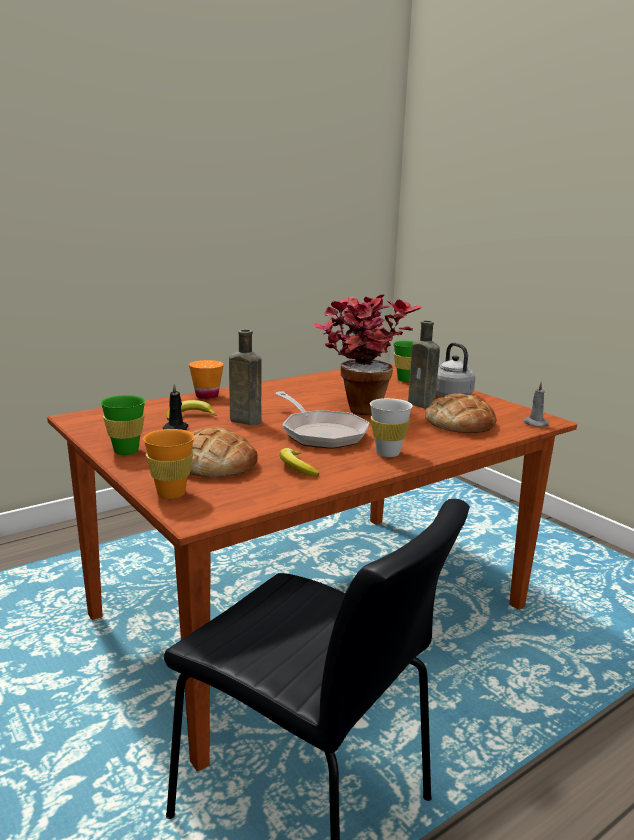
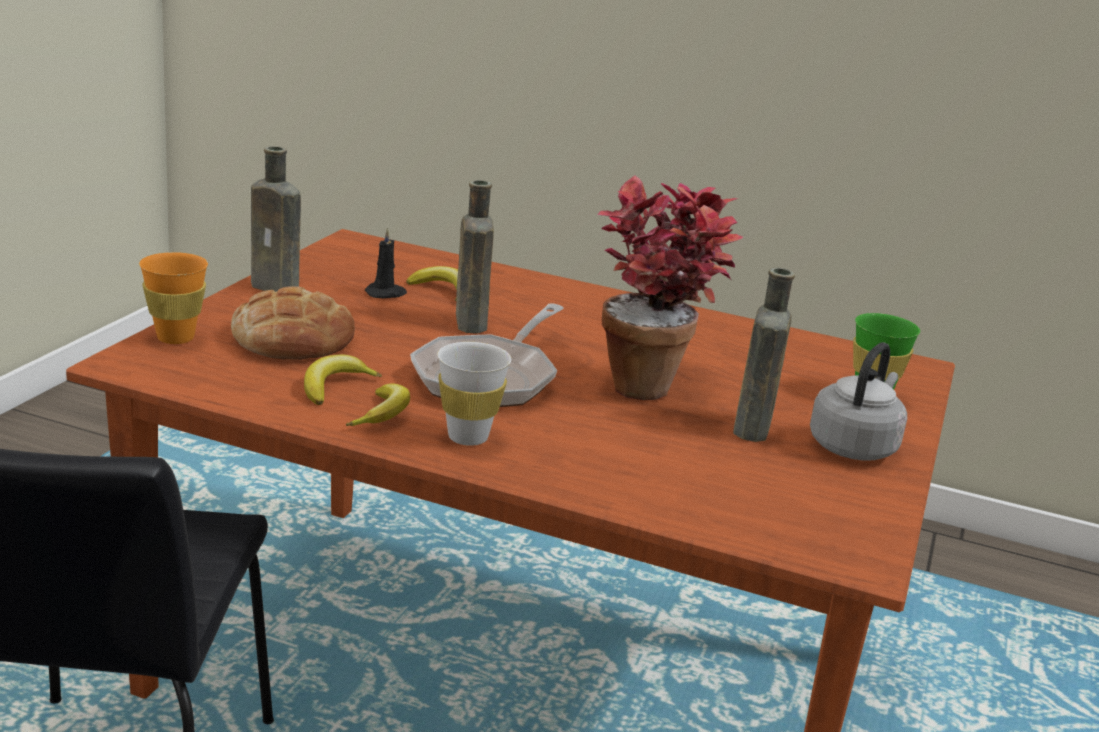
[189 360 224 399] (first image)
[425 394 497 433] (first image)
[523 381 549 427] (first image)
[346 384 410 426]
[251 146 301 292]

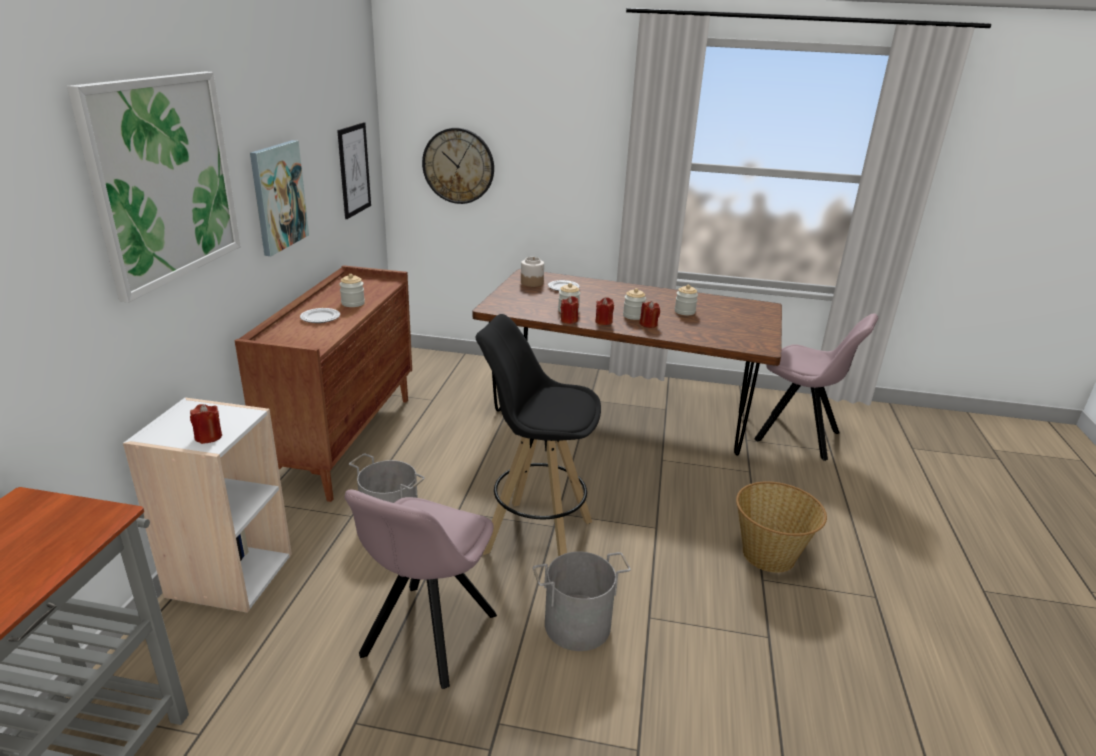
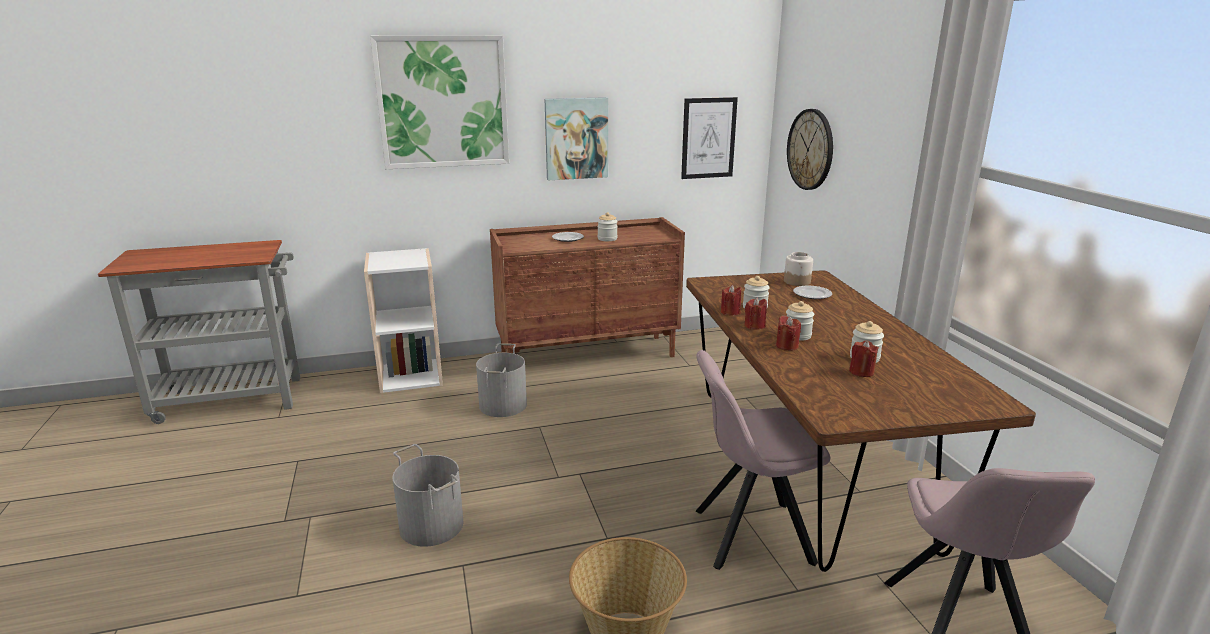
[476 314 601 556] (first image)
[849 340 879 377]
[696 350 830 570]

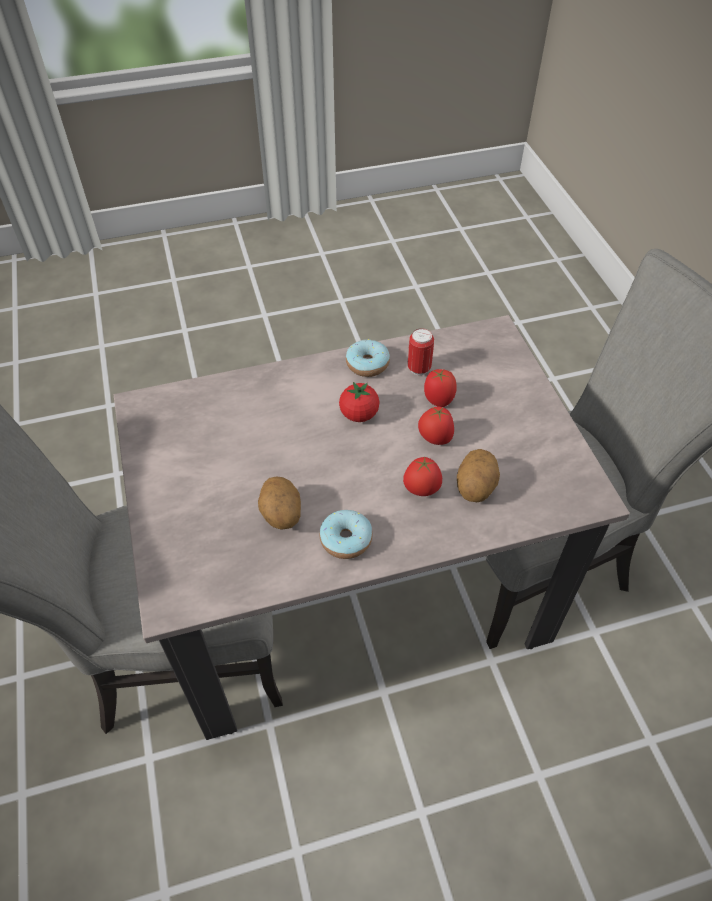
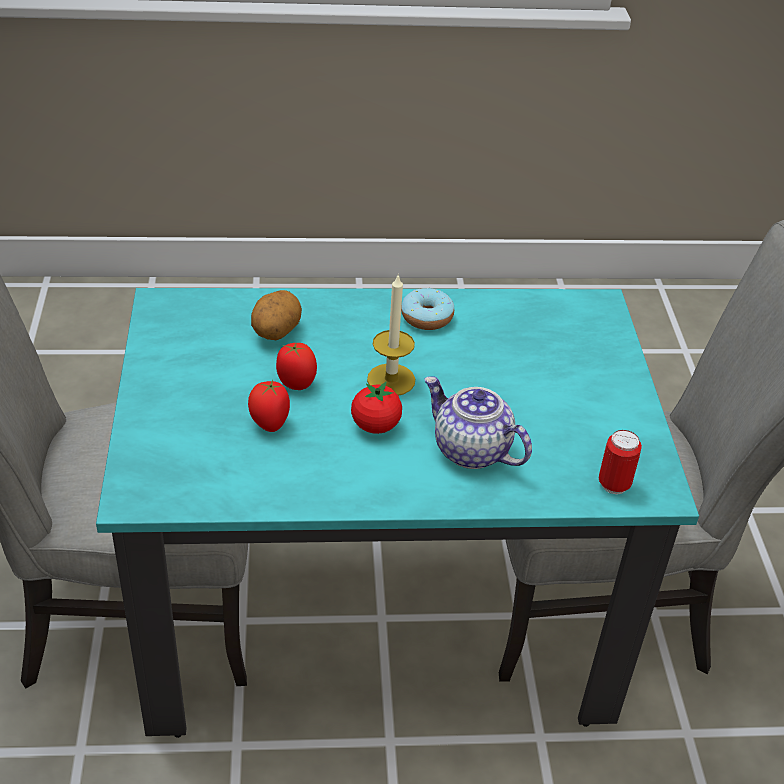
[258 476 301 530] (first image)
[346 339 390 377] (first image)
[403 457 442 496] (first image)
[367 275 415 396]
[424 376 532 469]
[599 430 642 494]
[96 288 699 738]

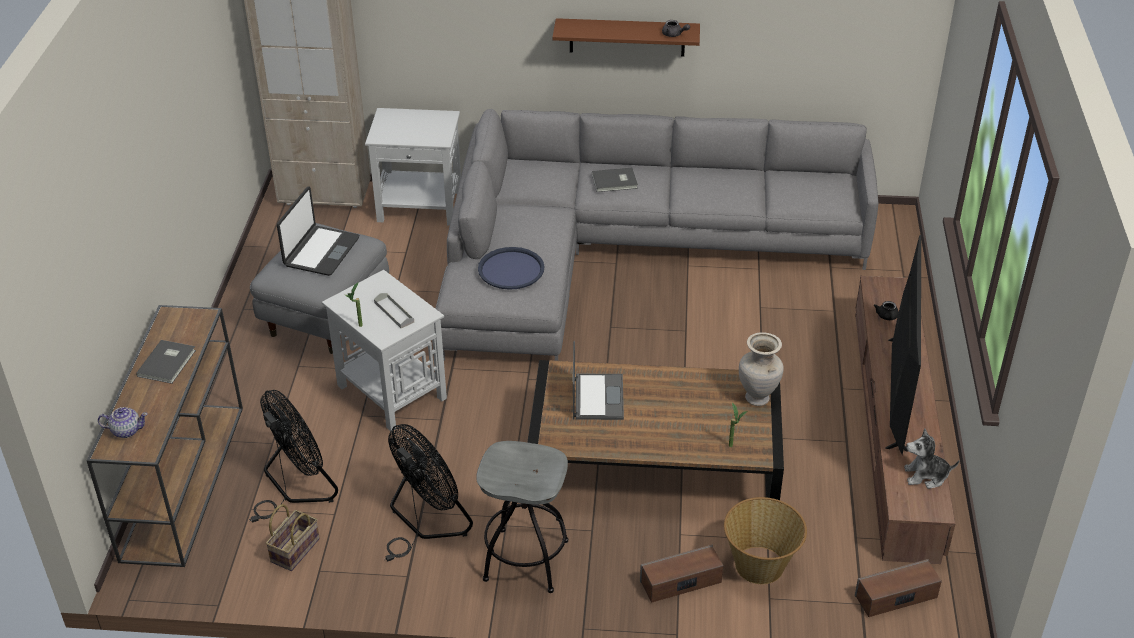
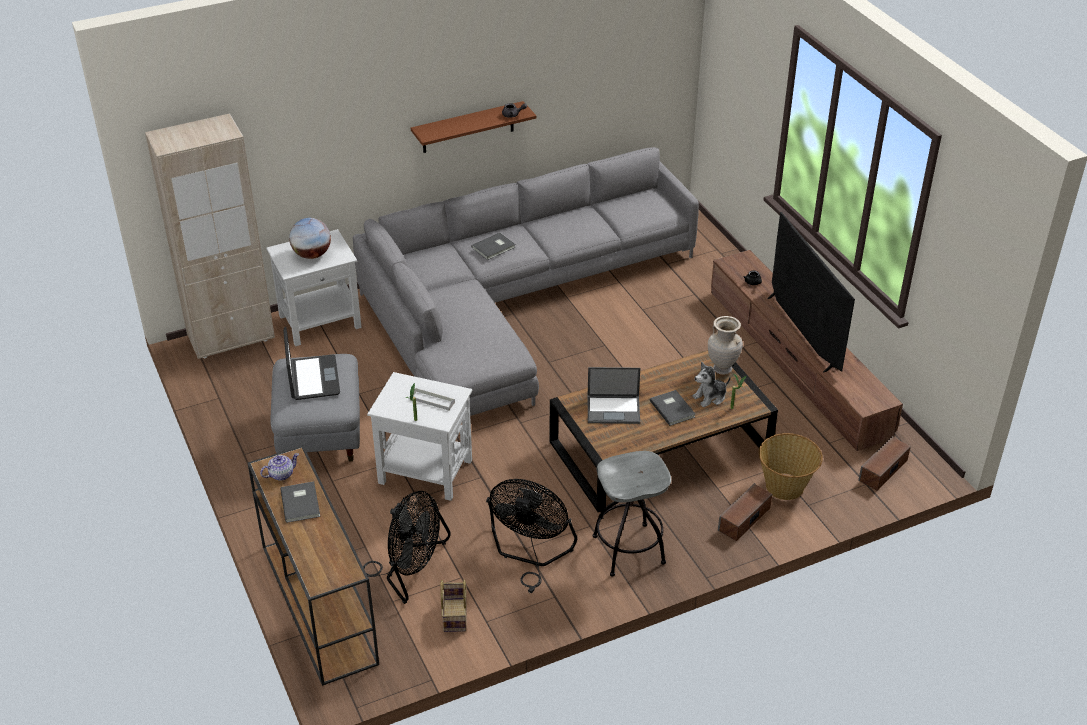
[478 247 544 290] (first image)
[289 218 331 259]
[650 390 695 426]
[260 453 299 481]
[692 362 731 407]
[363 491 451 604]
[587 367 640 424]

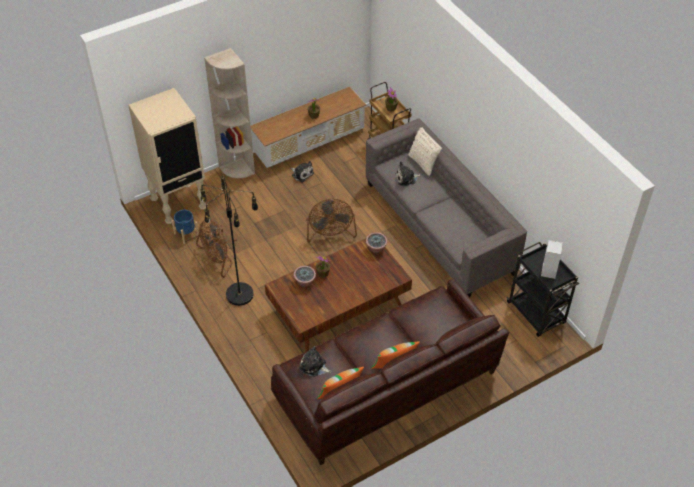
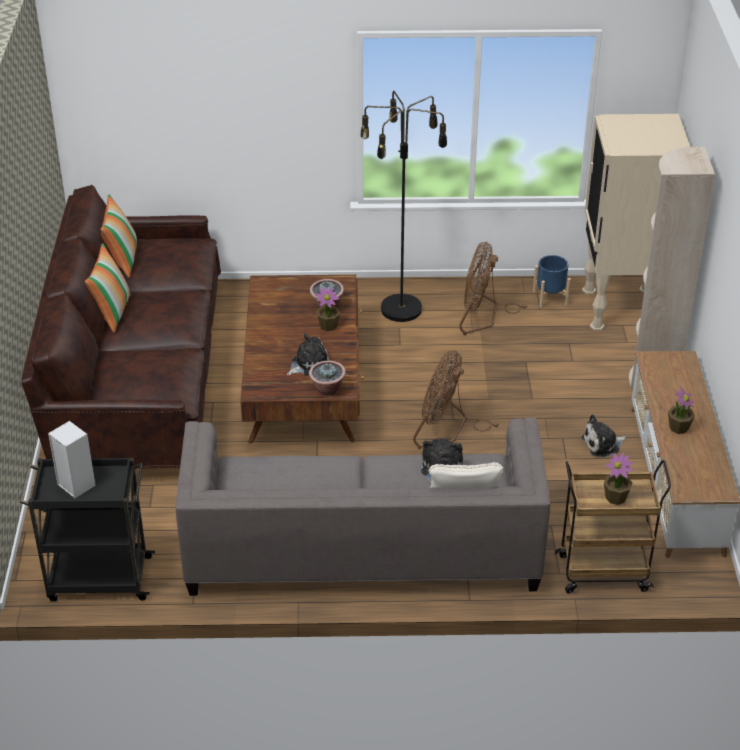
[287 333 329 376]
[459 241 528 335]

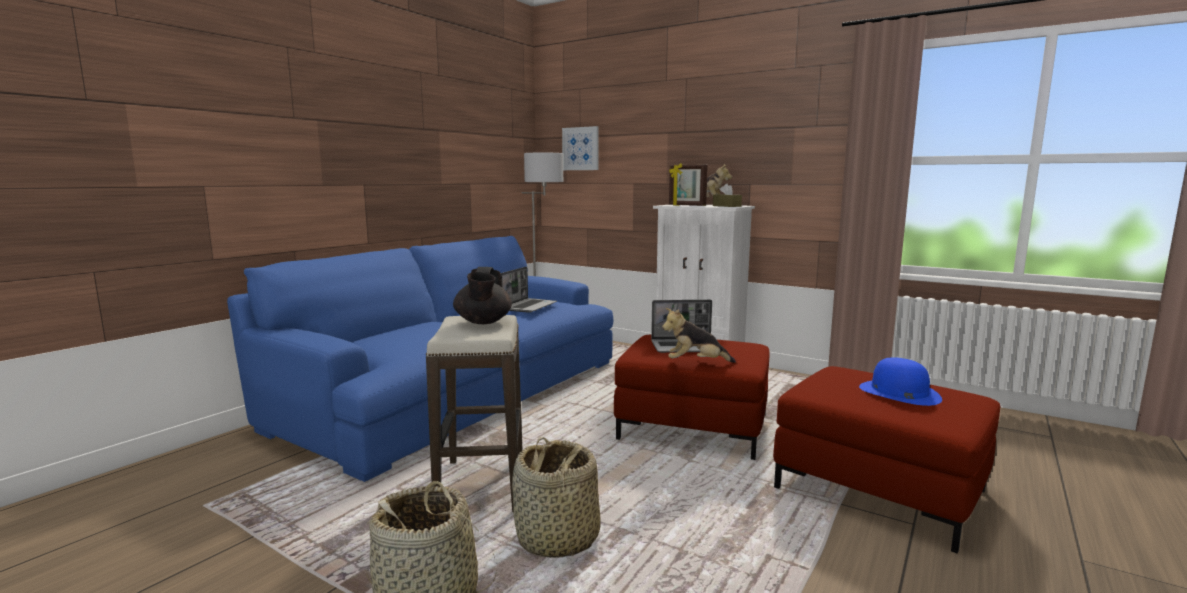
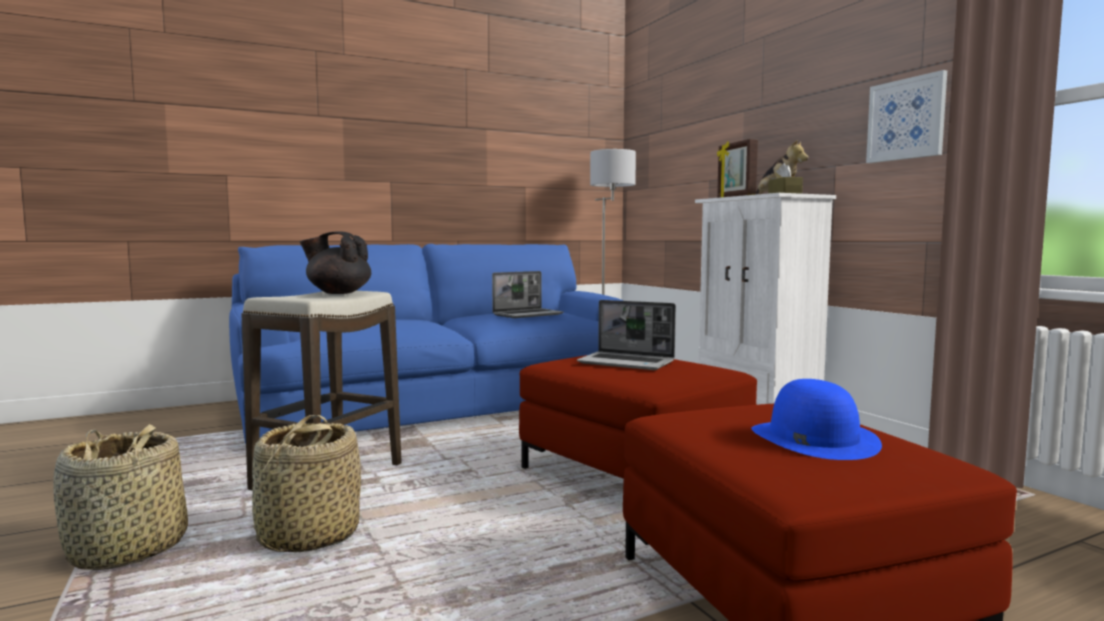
[662 308 736 363] (first image)
[866 70 947 163]
[300 231 371 294]

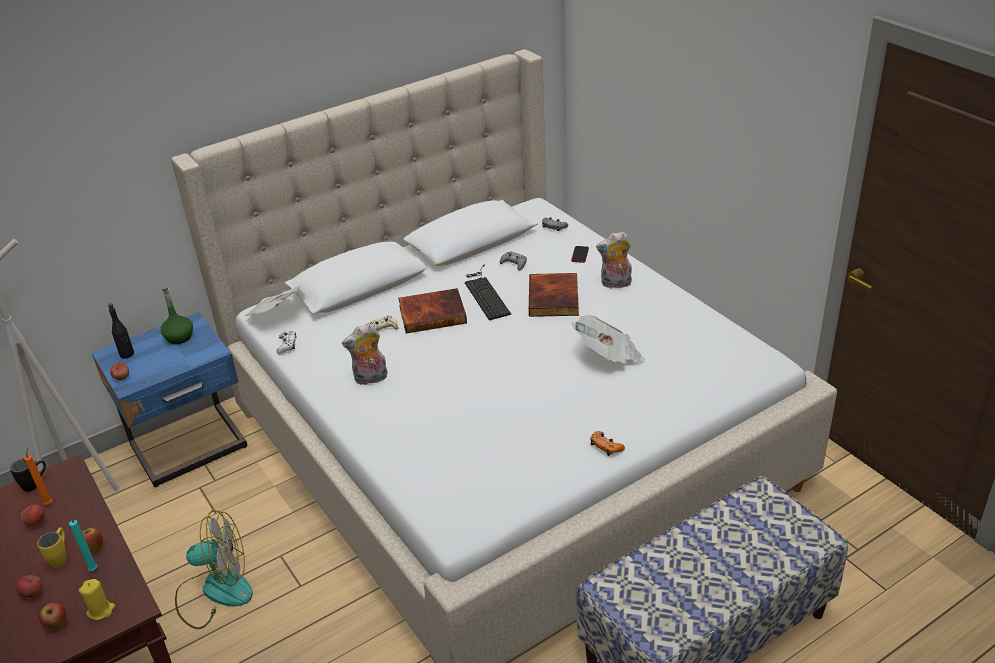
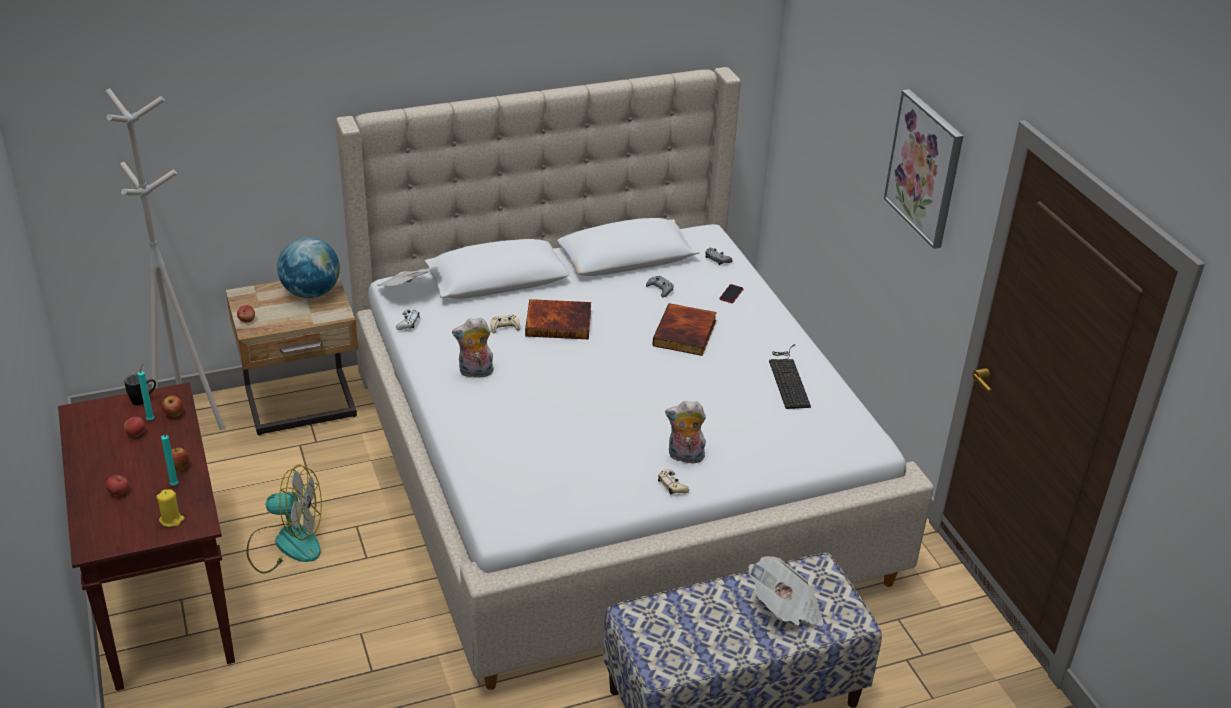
[37 527 67 568] (first image)
[108 303 134 359] (first image)
[884 89 963 249]
[161 395 183 417]
[769 344 811 409]
[748 556 824 626]
[665 401 706 464]
[277 237 340 298]
[138 364 154 420]
[226 277 358 435]
[658 469 689 495]

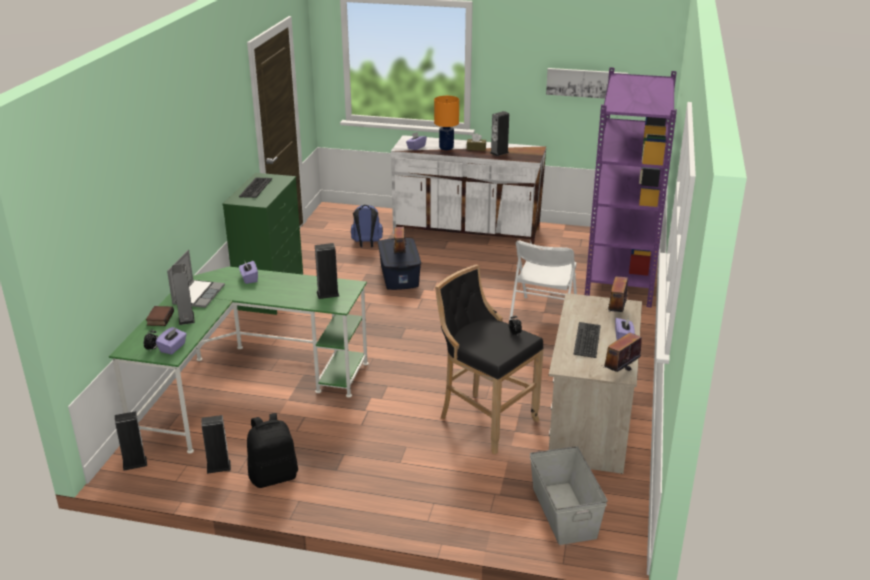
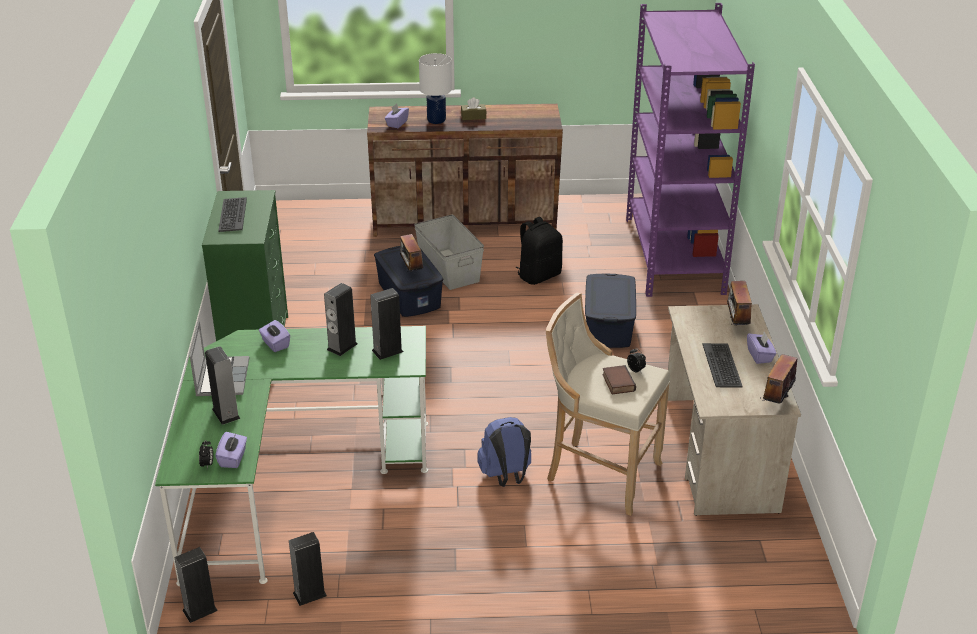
[546 68 628 99] (first image)
[602 365 636 394]
[516 217 563 285]
[477 417 531 487]
[324 283 358 356]
[414 215 484 290]
[585 273 636 348]
[367 104 563 237]
[419 53 452 124]
[546 293 670 516]

